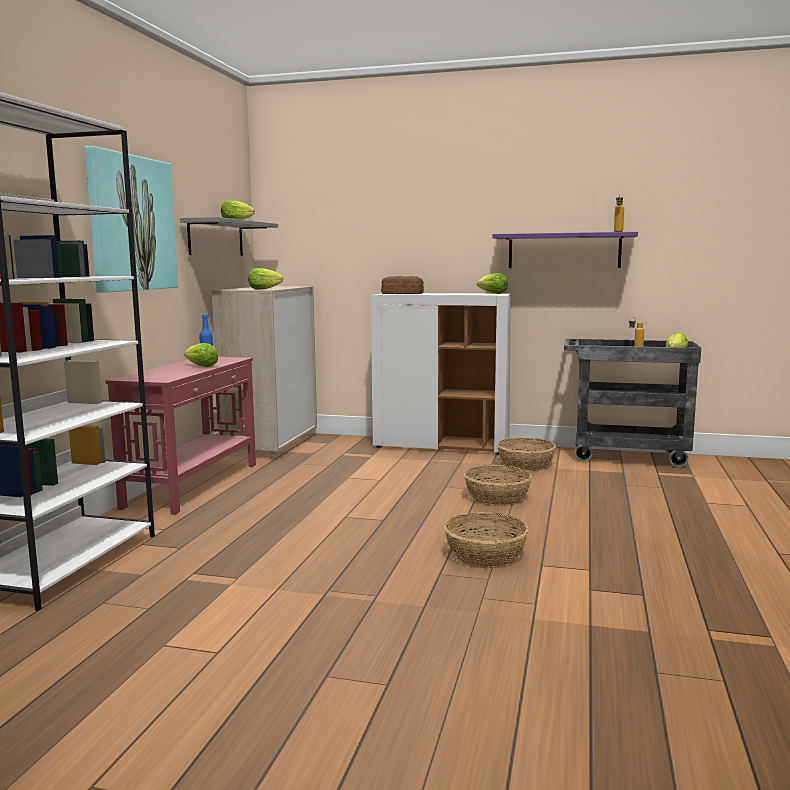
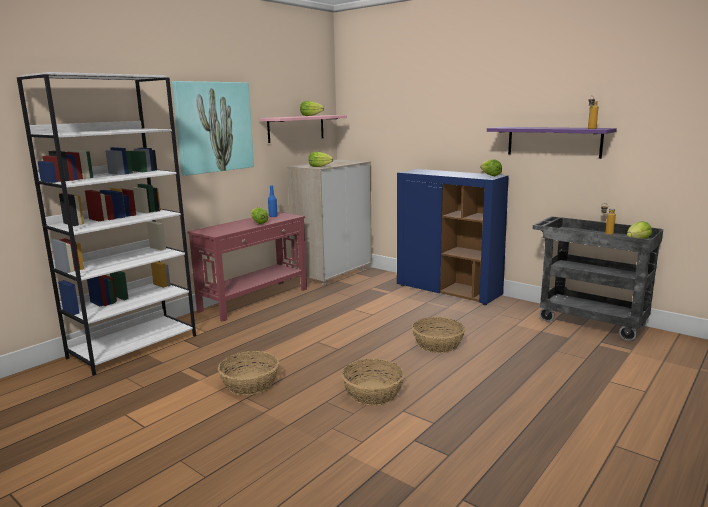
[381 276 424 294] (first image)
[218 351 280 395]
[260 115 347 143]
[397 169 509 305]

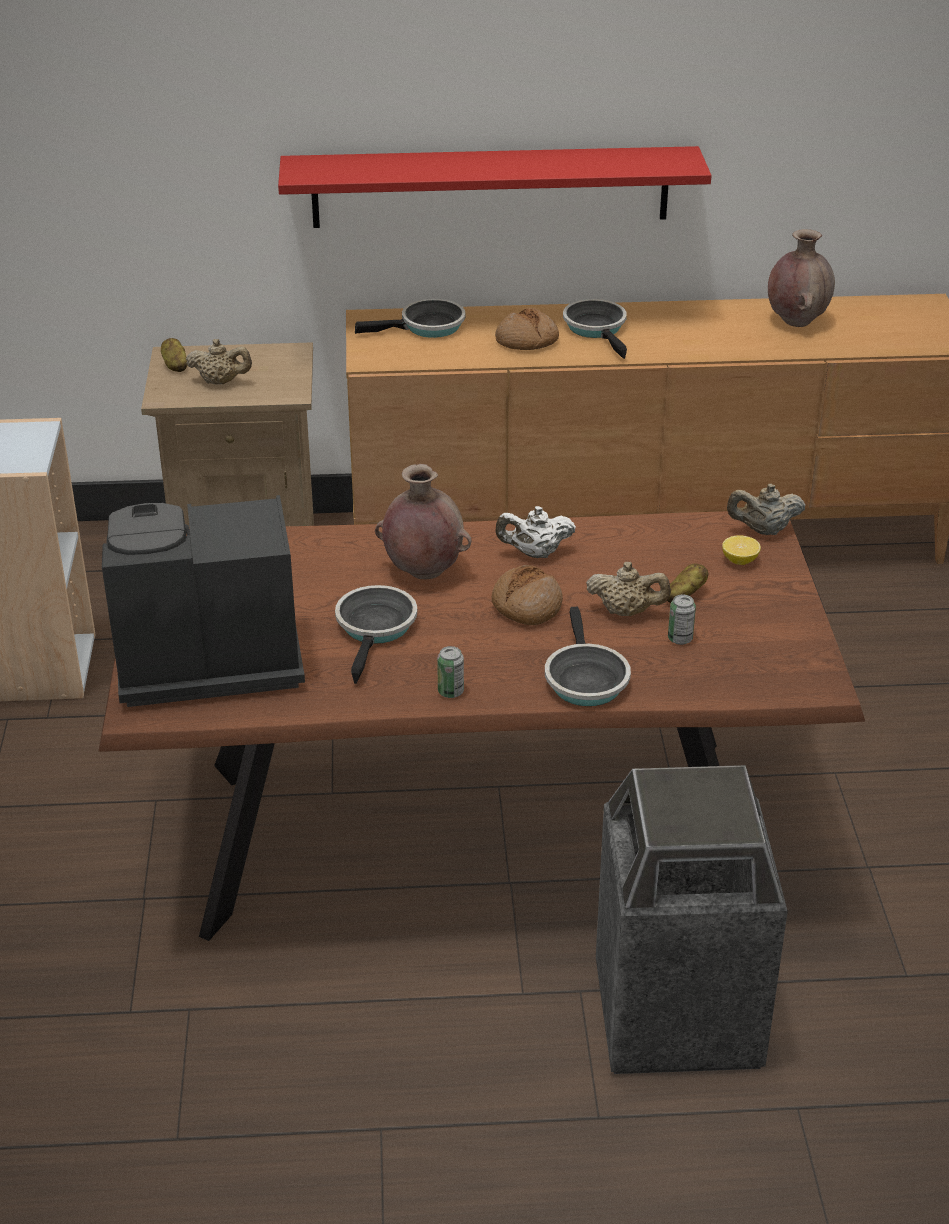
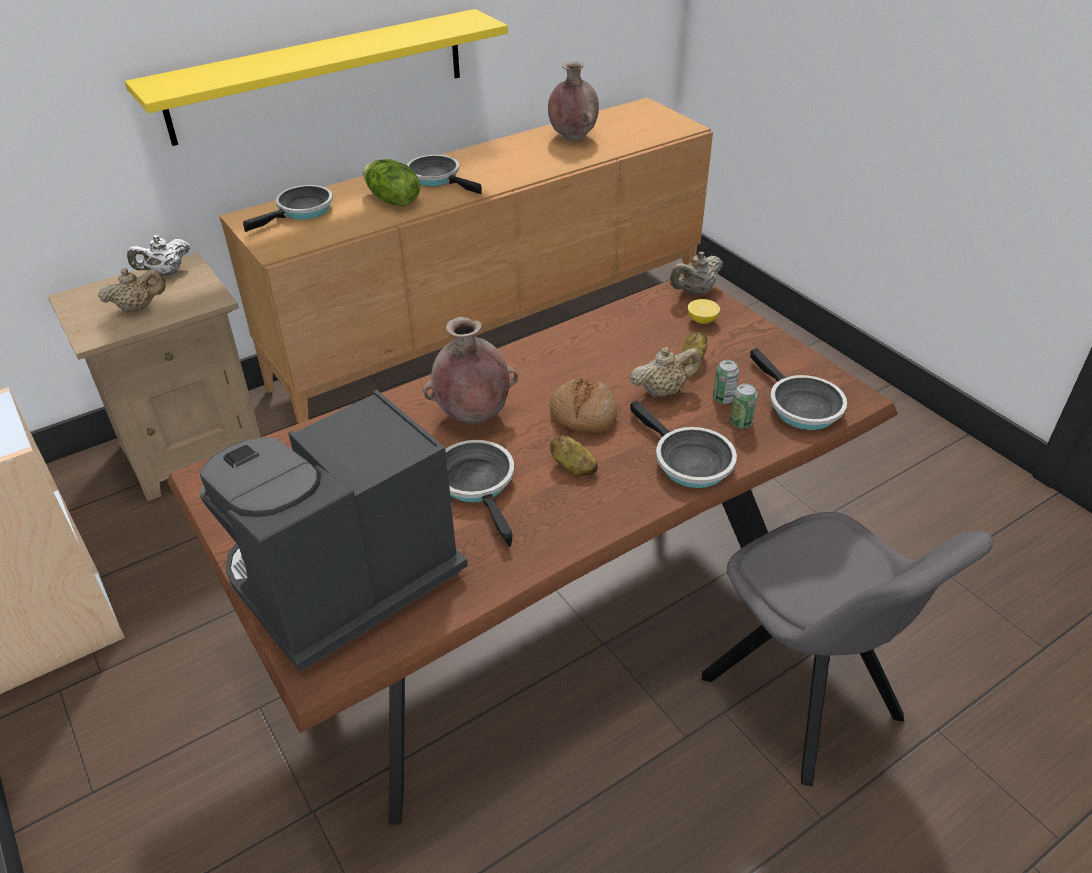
[750 348 847 430]
[550 435 598 476]
[730 383 758 428]
[127 235 190 276]
[363 159 420 206]
[702 512 993 786]
[125 9 508 146]

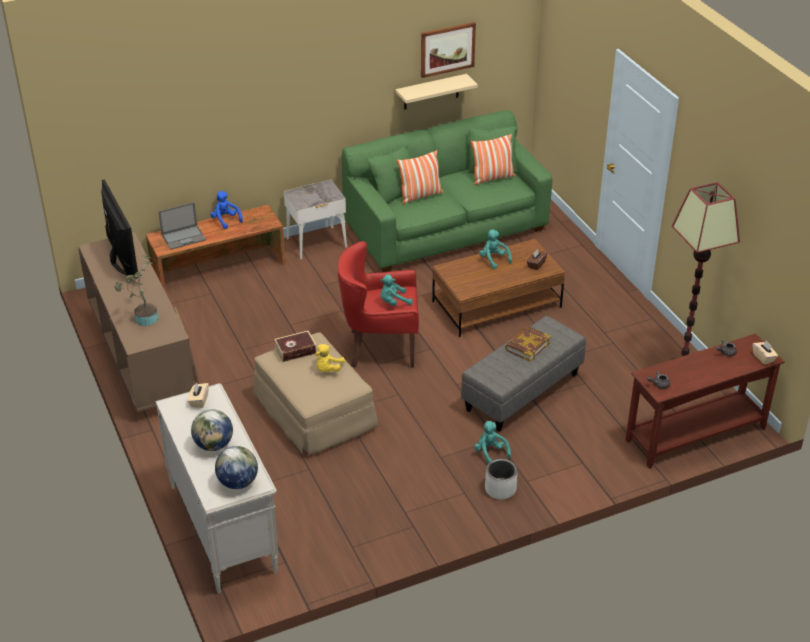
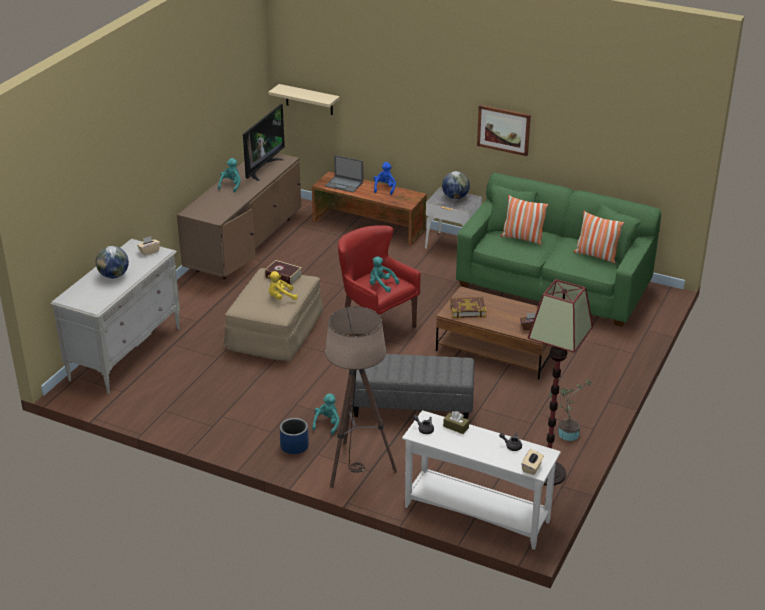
[325 307 397 488]
[443 411 469 434]
[549 379 592 441]
[442 171 470 199]
[268 84 340 115]
[477 105 531 156]
[218 158 241 192]
[450 297 486 318]
[280 418 309 454]
[402 410 561 550]

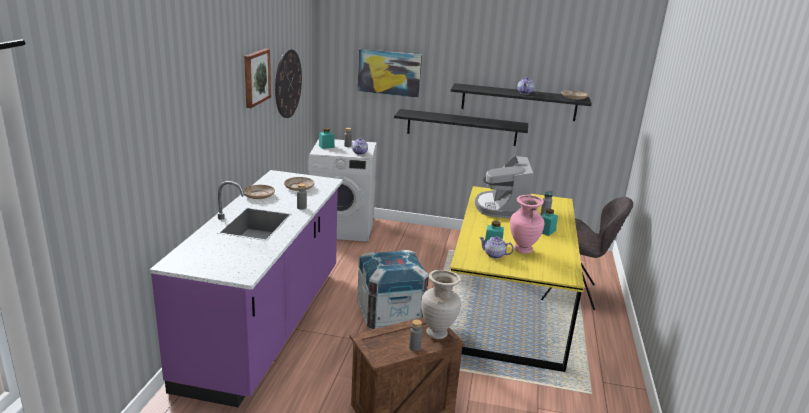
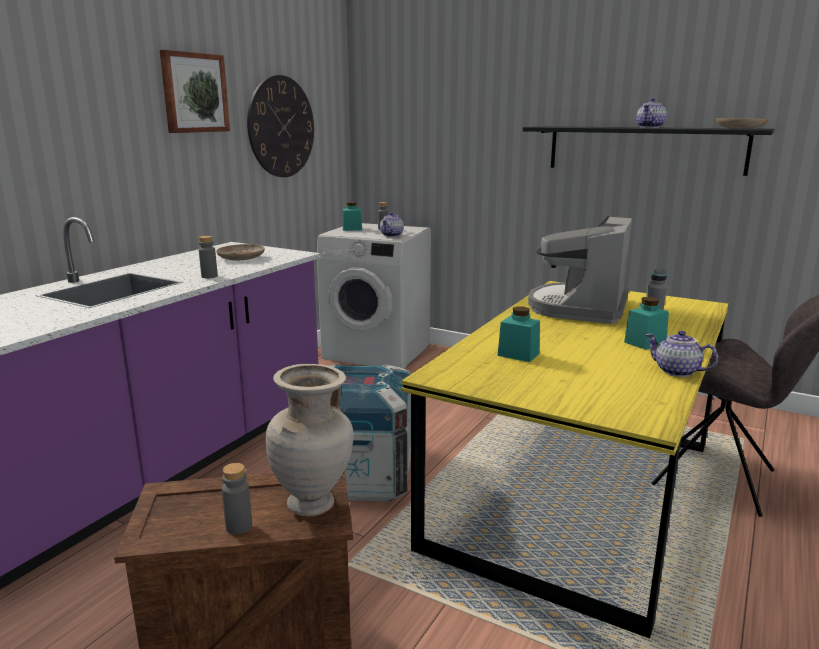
[243 185 275 199] (first image)
[358 49 422 98] (first image)
[394 109 528 146] (first image)
[510 195 544 254] (first image)
[645 331 718 377]

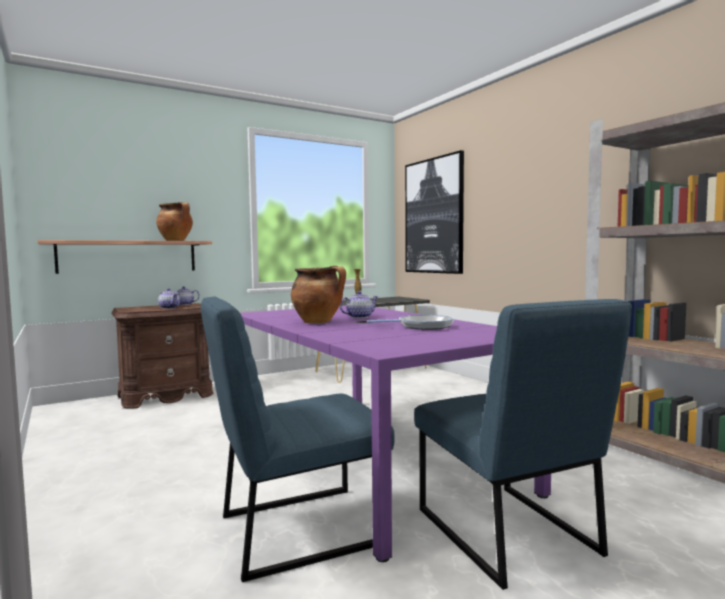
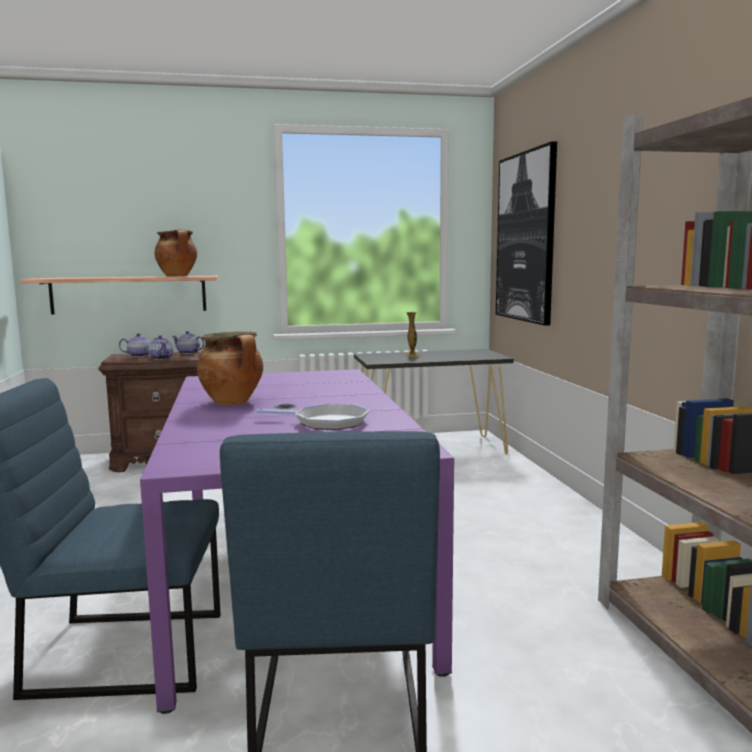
[119 333 157 357]

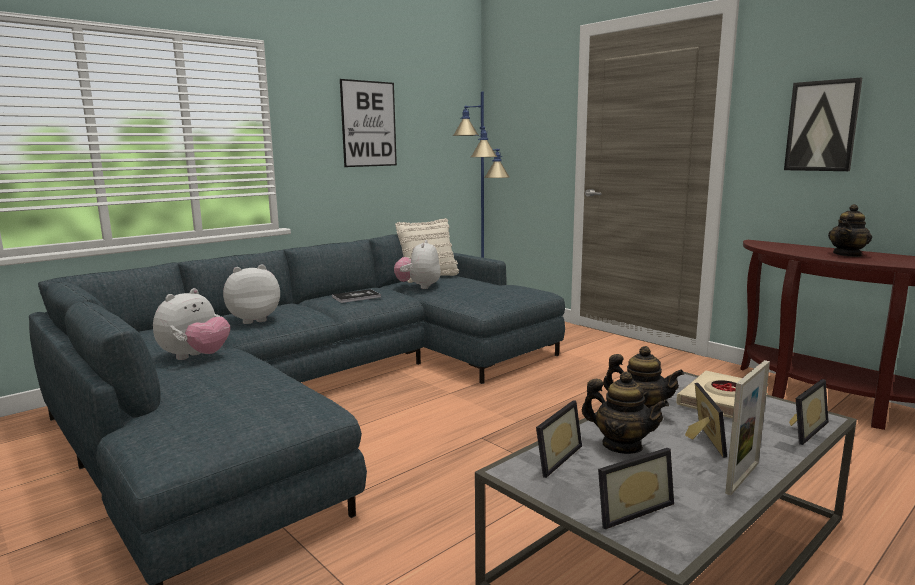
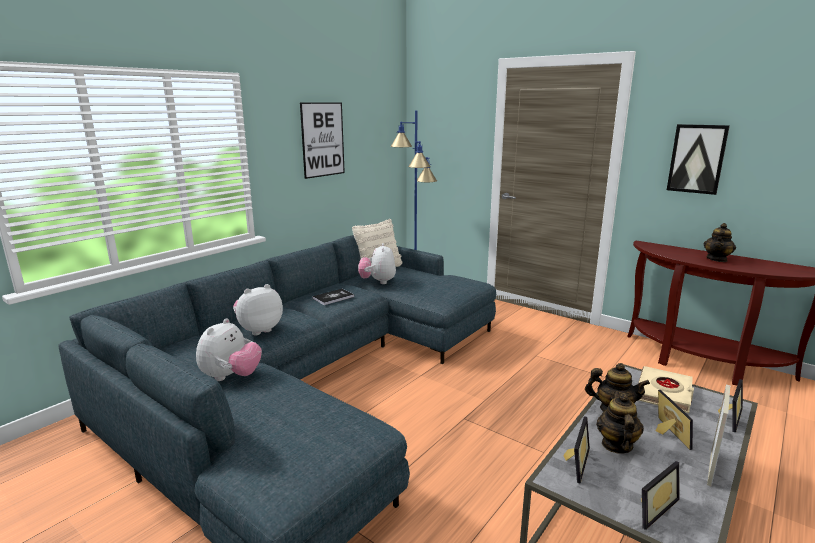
[596 392 644 454]

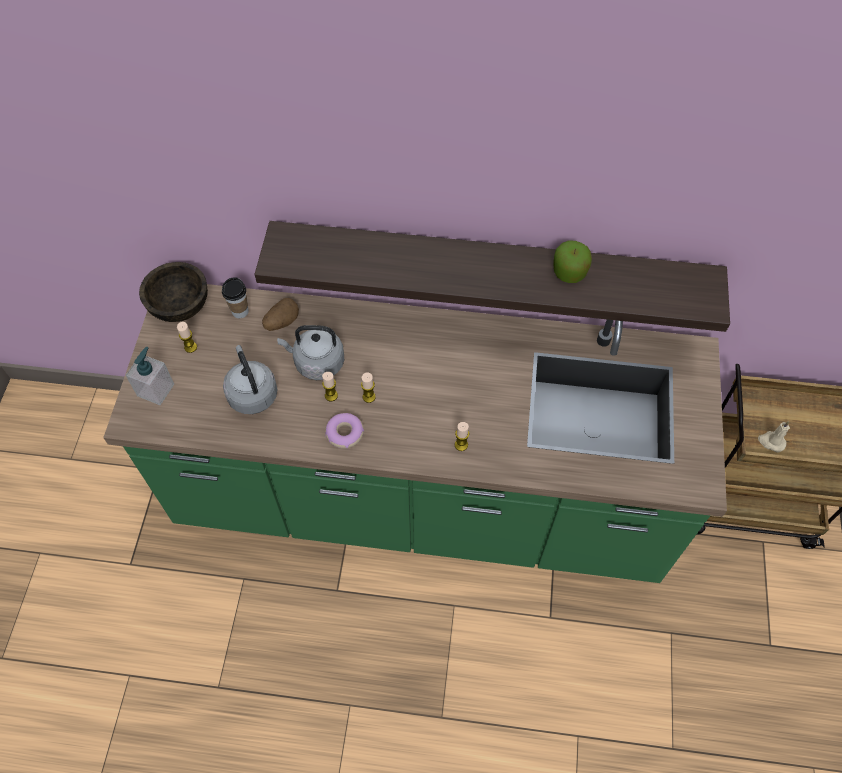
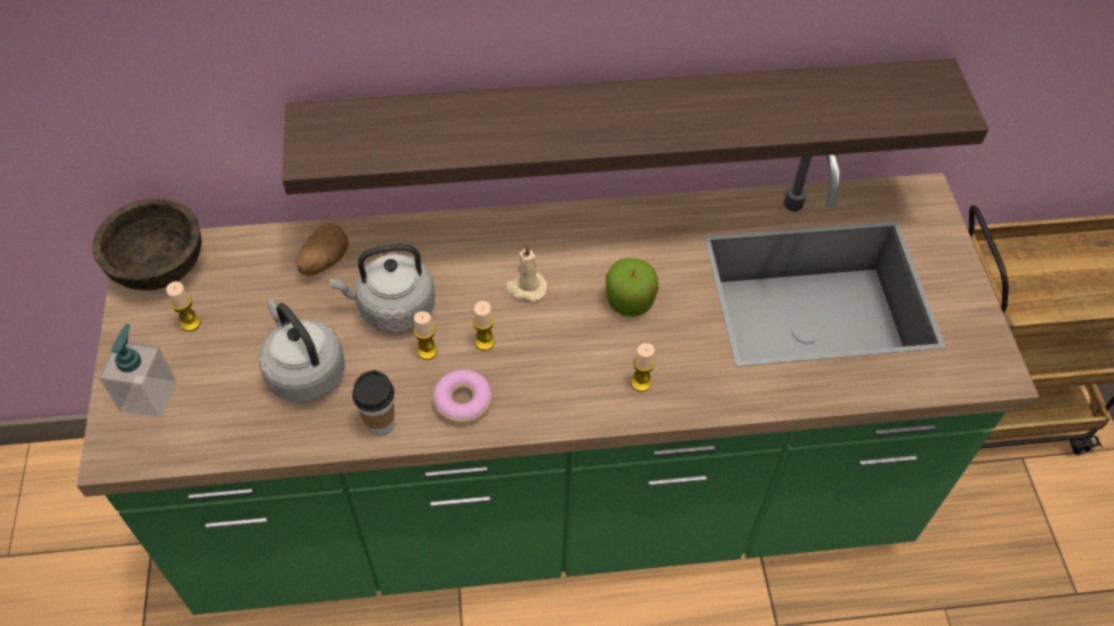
[352 370 395 436]
[606 258 658 317]
[505 245 548 302]

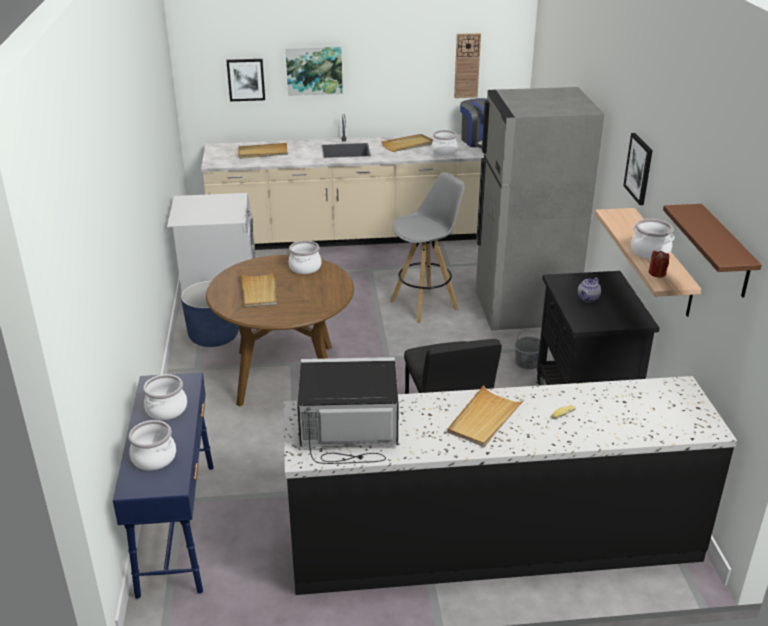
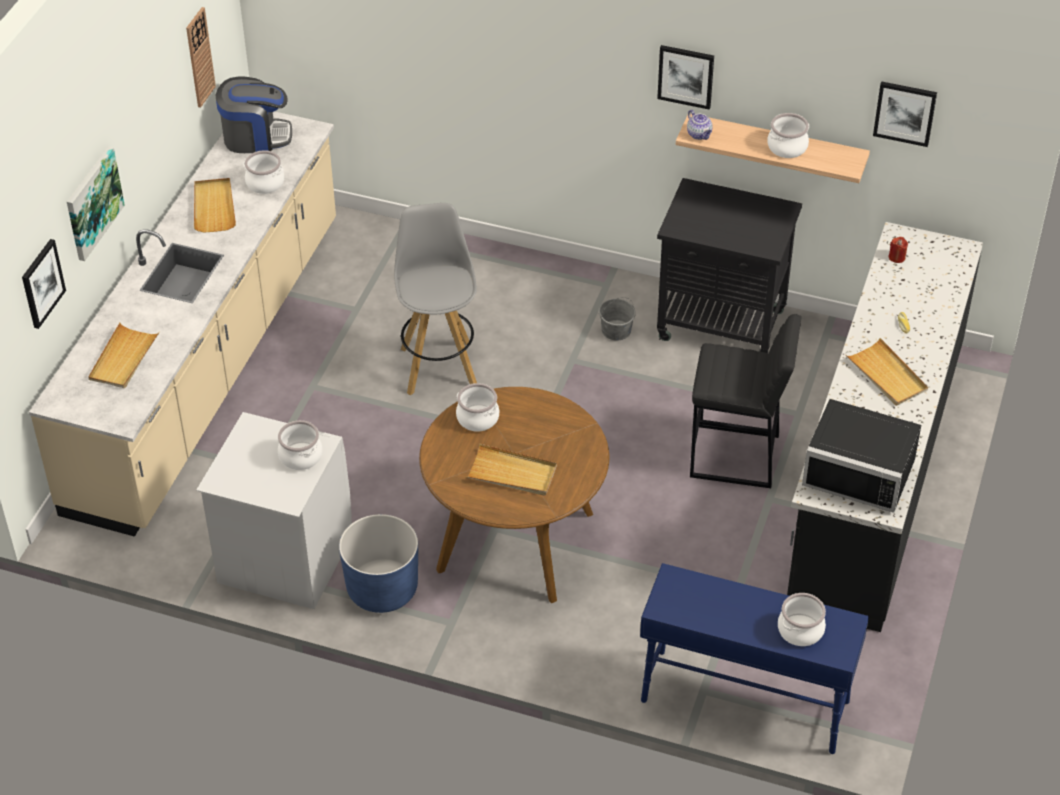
[476 87 605 330] (first image)
[278 420 323 470]
[687 110 712 140]
[889 237 908 263]
[873 81 937 147]
[802 399 921 513]

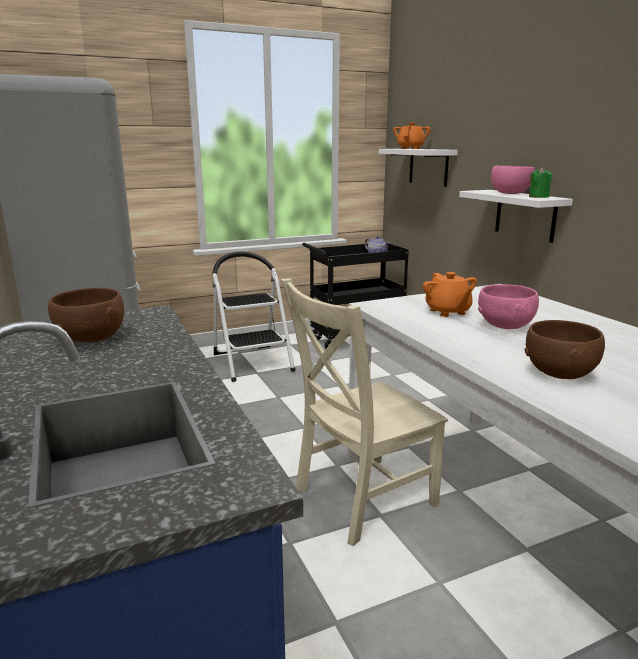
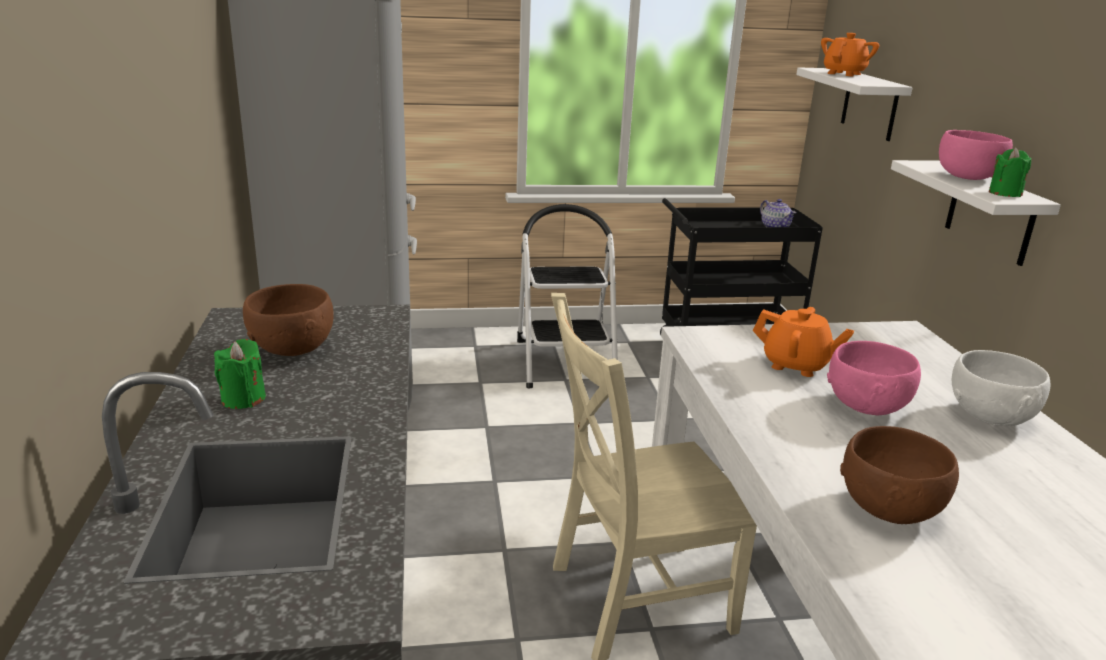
[214 339 266 409]
[952 350 1050 426]
[753 307 854 377]

